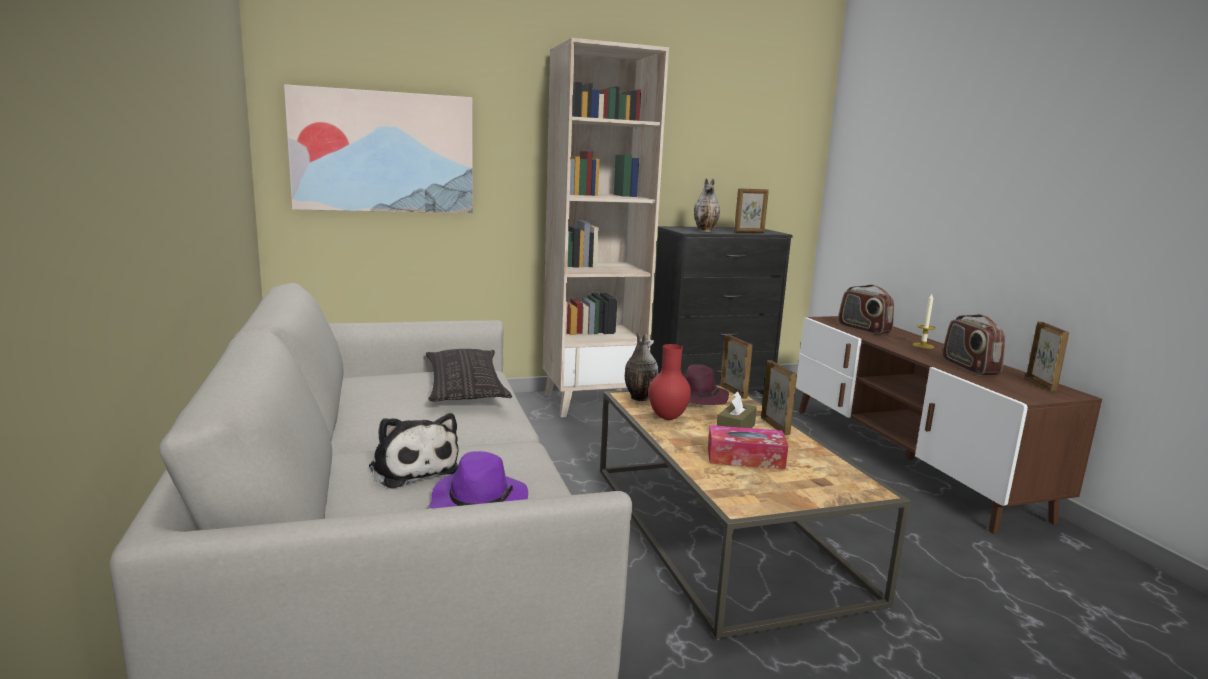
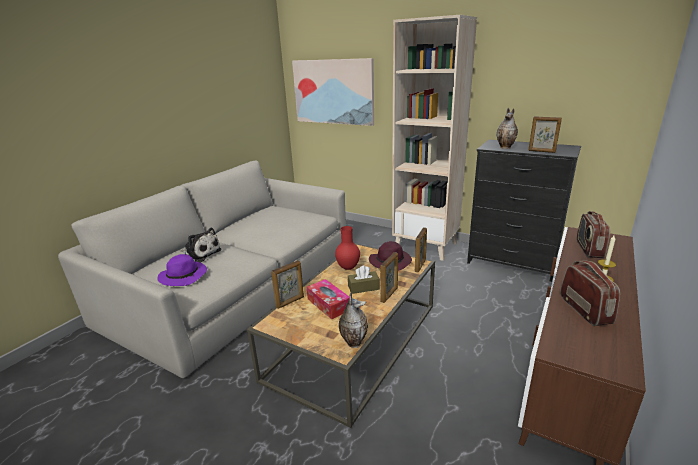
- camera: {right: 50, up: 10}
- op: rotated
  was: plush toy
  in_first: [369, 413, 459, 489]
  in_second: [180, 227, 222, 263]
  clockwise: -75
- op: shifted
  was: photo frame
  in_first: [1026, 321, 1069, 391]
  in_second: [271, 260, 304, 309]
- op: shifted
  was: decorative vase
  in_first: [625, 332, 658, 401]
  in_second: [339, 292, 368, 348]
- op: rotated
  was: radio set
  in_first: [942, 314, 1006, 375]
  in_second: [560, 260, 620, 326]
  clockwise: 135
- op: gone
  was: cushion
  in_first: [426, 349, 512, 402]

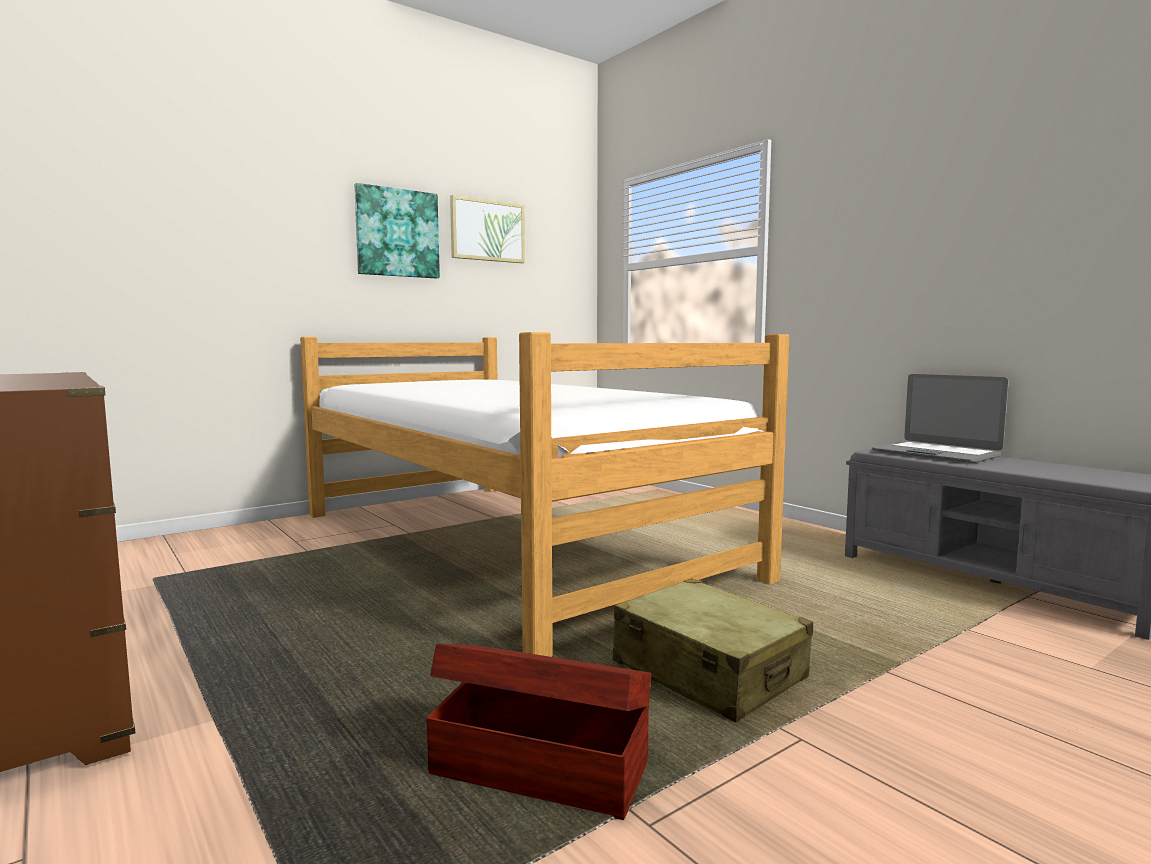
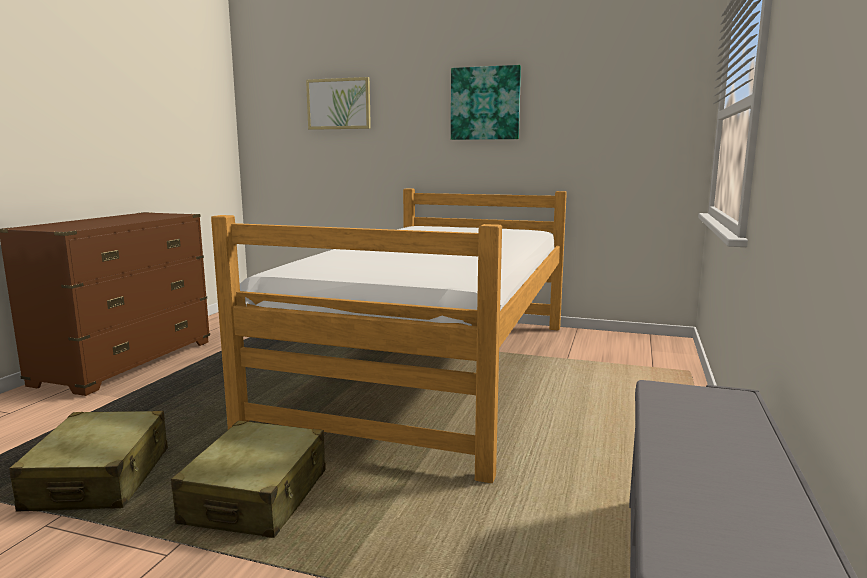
- camera: {right: 55, up: 5}
- op: swapped
  was: brown-coloured storage bin
  now: sand-coloured suitcase
  in_first: [426, 644, 651, 820]
  in_second: [9, 411, 168, 512]
- op: shifted
  was: wall art
  in_first: [450, 195, 525, 263]
  in_second: [306, 77, 371, 130]
- op: gone
  was: laptop
  in_first: [872, 374, 1009, 463]

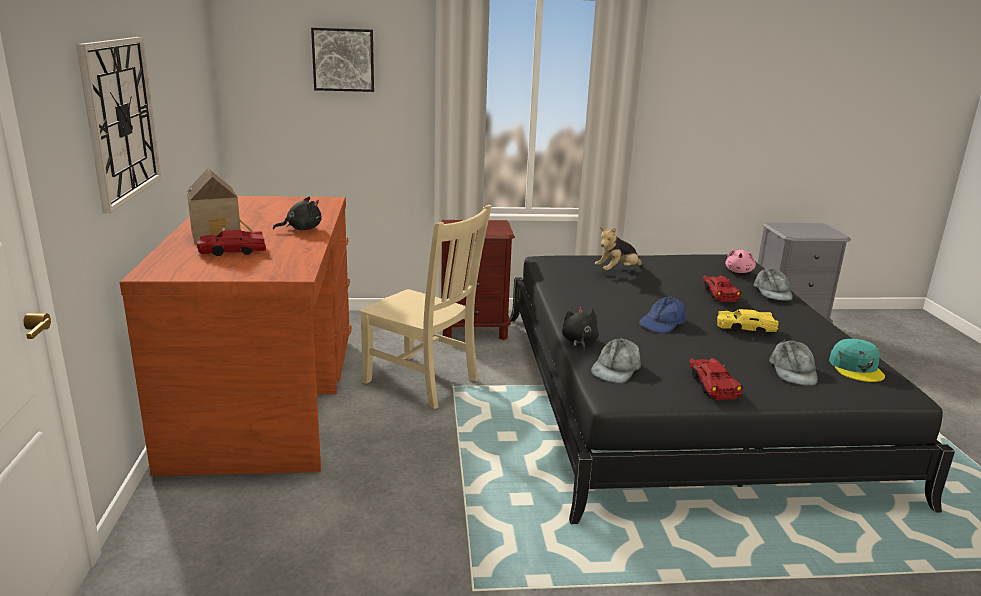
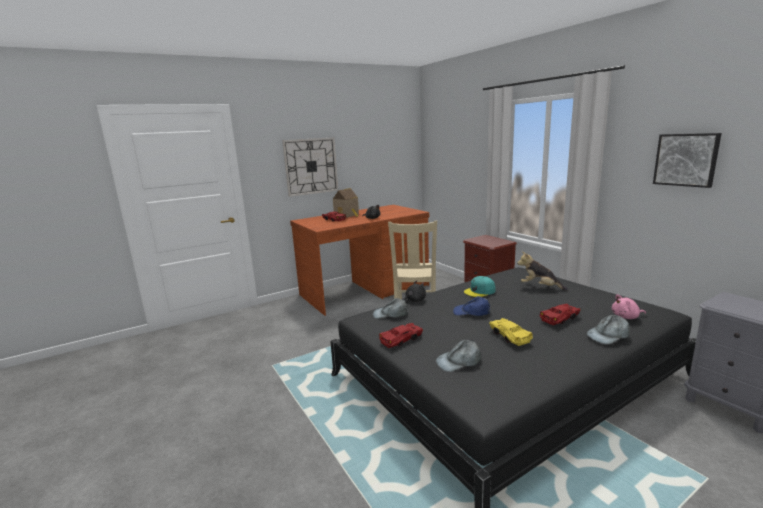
- camera: {right: 65, up: -5}
- op: shifted
  was: turquoise-coloured peaked cap
  in_first: [829, 339, 885, 382]
  in_second: [464, 276, 496, 297]
- op: shifted
  was: wall art
  in_first: [311, 27, 374, 92]
  in_second: [653, 133, 722, 188]

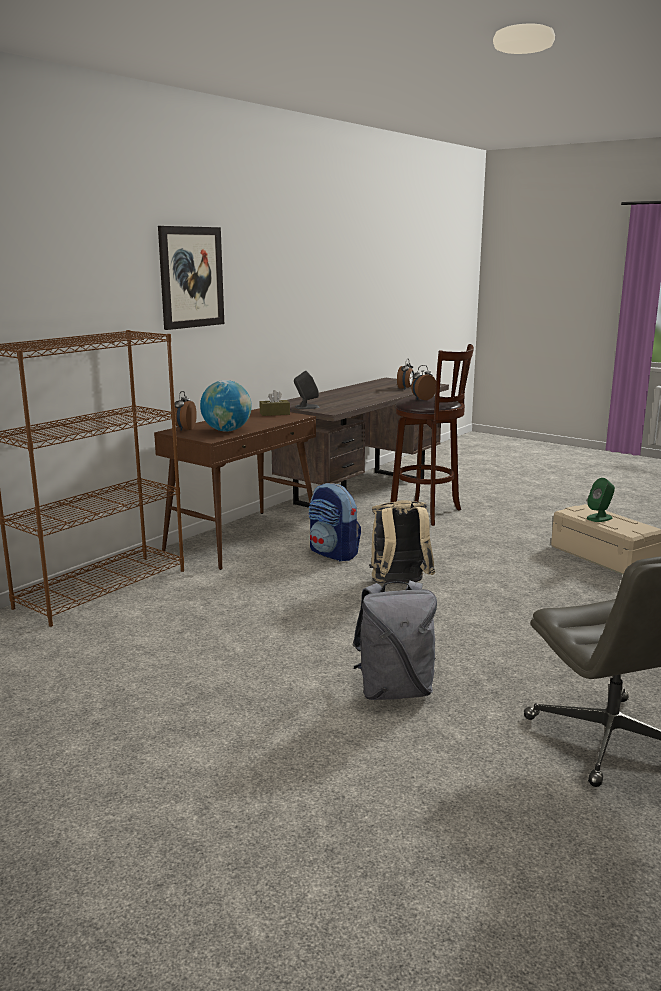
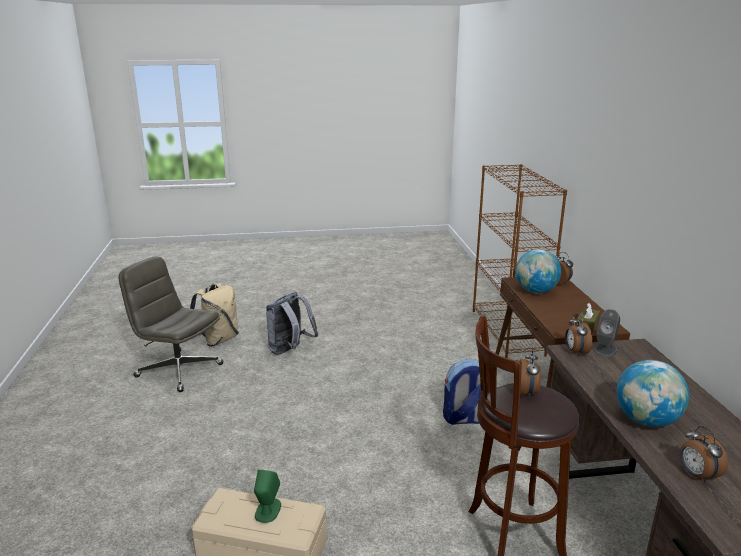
- camera: {right: 135, up: 5}
- op: shifted
  was: sand-coloured rucksack
  in_first: [369, 500, 435, 584]
  in_second: [190, 284, 239, 347]
- op: new
  now: bedside clock
  in_second: [565, 314, 592, 356]
- op: new
  now: desk globe
  in_second: [617, 360, 689, 427]
- op: gone
  was: wall art
  in_first: [158, 226, 224, 330]

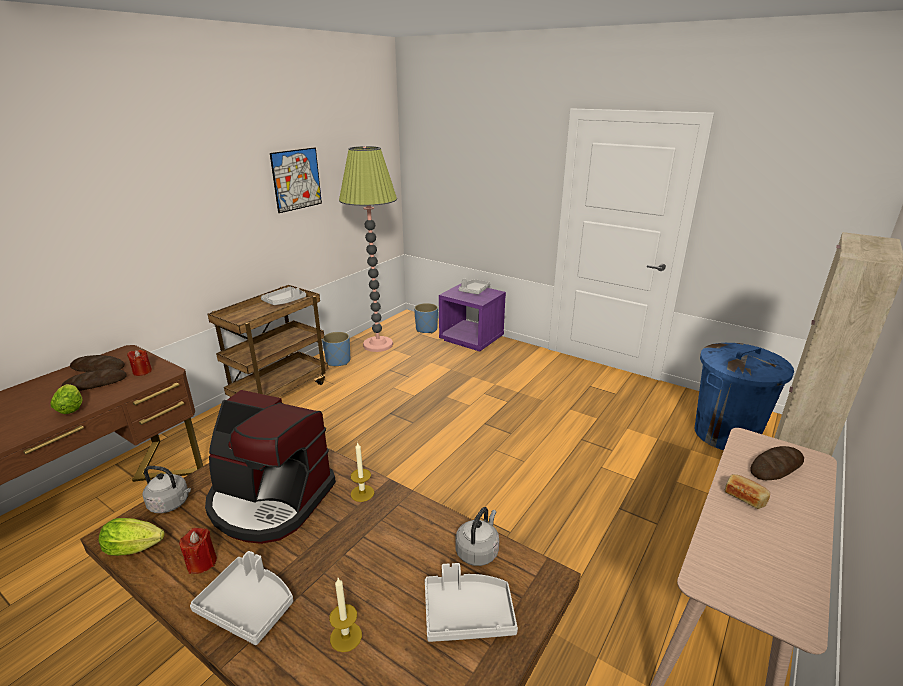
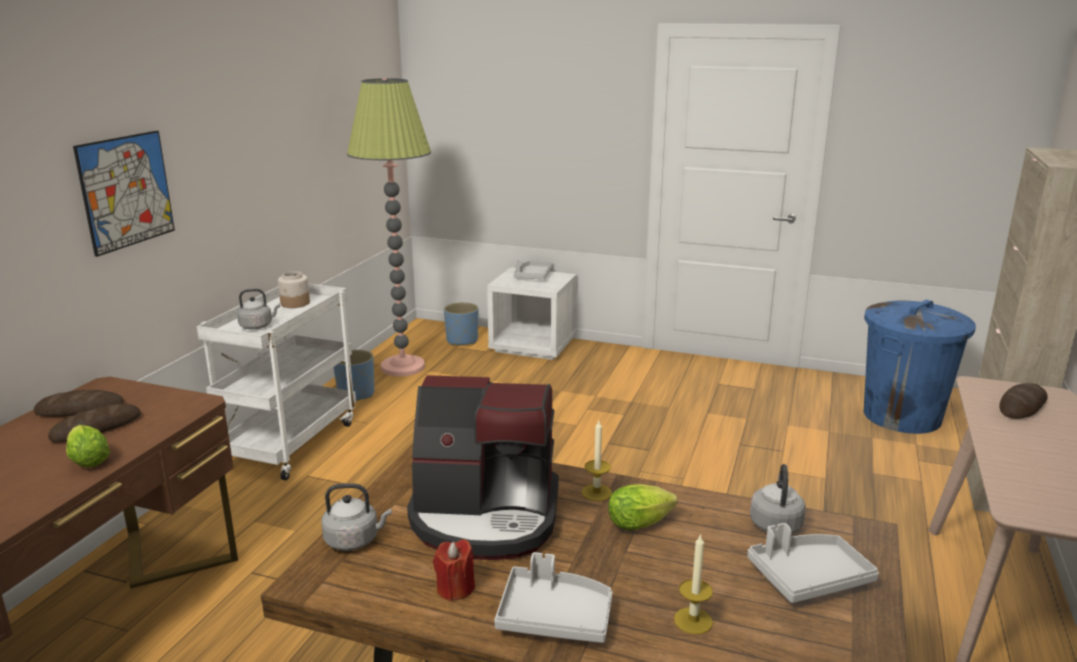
- camera: {right: -15, up: -5}
- op: shifted
  was: wall art
  in_first: [270, 147, 322, 213]
  in_second: [73, 131, 175, 257]
- op: repainted
  was: brown-coloured trolley
  now: white-coloured trolley
  in_first: [208, 285, 328, 397]
  in_second: [197, 283, 356, 480]
- op: new
  now: gray kettle
  in_second: [237, 289, 280, 329]
- op: swapped
  was: gray serving tray
  now: storage jar
  in_first: [261, 287, 306, 305]
  in_second: [278, 271, 310, 308]
- op: repainted
  was: purplish night table
  now: white-coloured night table
  in_first: [439, 284, 506, 351]
  in_second: [487, 267, 576, 360]
- op: shifted
  was: head of lettuce
  in_first: [99, 518, 165, 556]
  in_second: [608, 484, 678, 530]
- op: gone
  was: red wax light
  in_first: [127, 350, 152, 376]
- op: gone
  was: baked bread
  in_first: [725, 474, 770, 509]

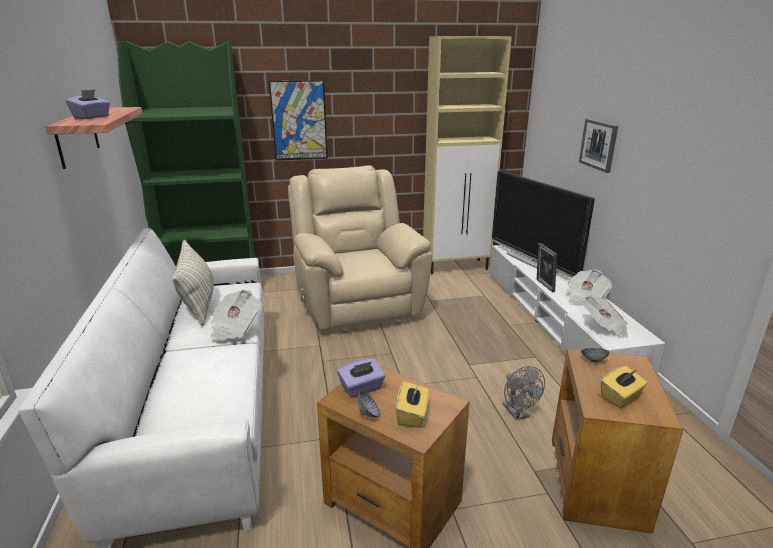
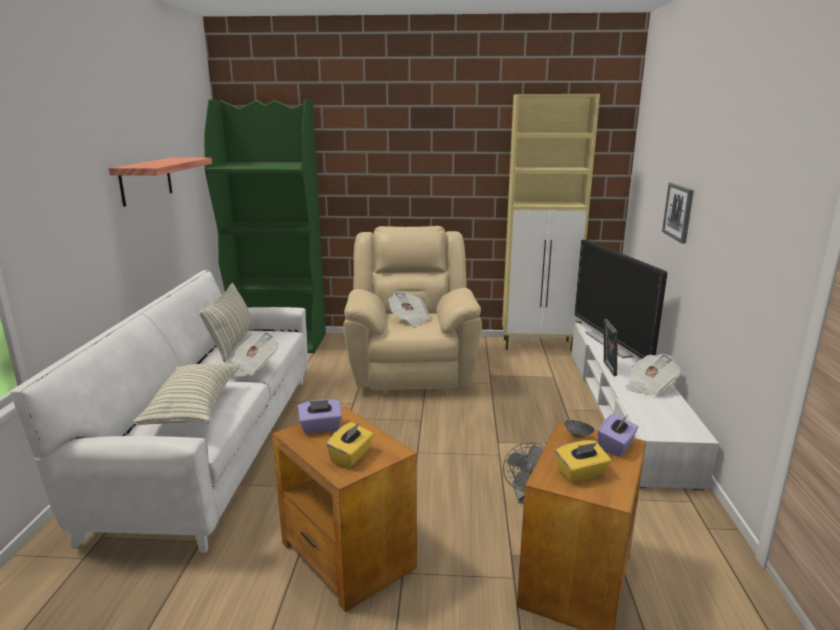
- camera: {right: 15, up: -5}
- op: new
  now: cushion
  in_second: [133, 363, 239, 425]
- op: shifted
  was: daily paper
  in_first: [585, 295, 628, 338]
  in_second: [388, 292, 431, 327]
- op: shifted
  was: purplish tissue box
  in_first: [66, 89, 110, 119]
  in_second: [597, 414, 638, 457]
- op: gone
  was: wall art
  in_first: [269, 80, 328, 161]
- op: gone
  was: serving bowl
  in_first: [358, 391, 381, 417]

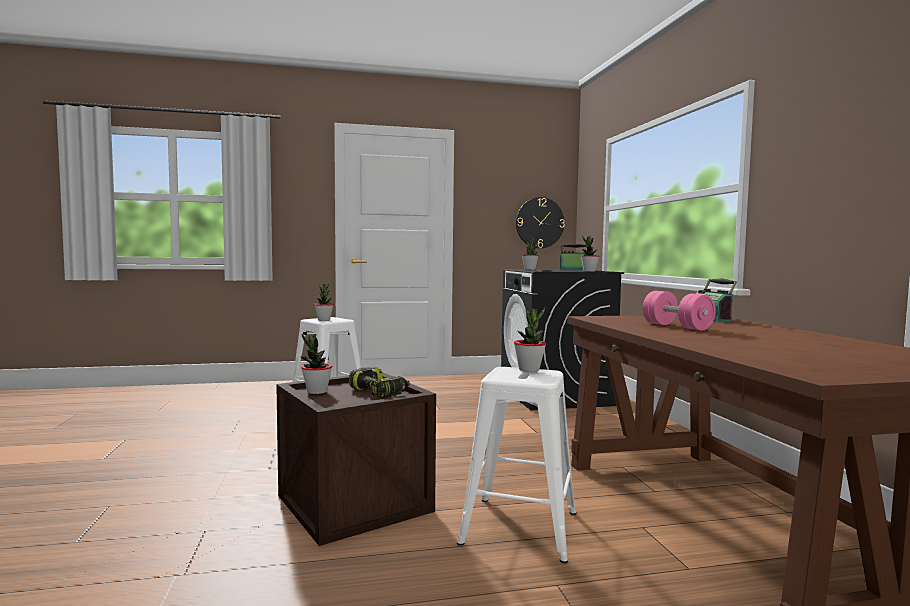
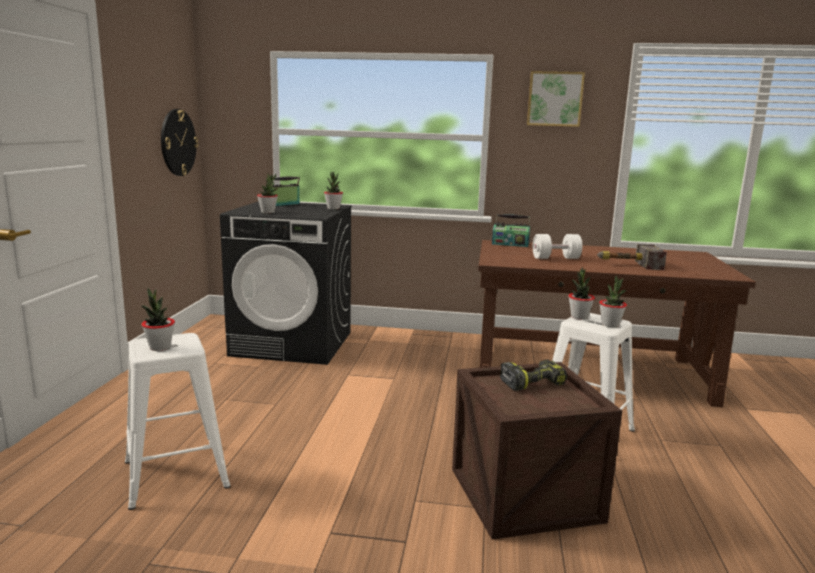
- camera: {right: -70, up: 10}
- op: new
  now: wall art
  in_second: [527, 71, 585, 127]
- op: repainted
  was: pinkish free weight
  now: white-coloured free weight
  in_first: [643, 291, 716, 331]
  in_second: [533, 234, 582, 259]
- op: new
  now: hammer
  in_second: [597, 244, 667, 270]
- op: shifted
  was: houseplant
  in_first: [300, 334, 332, 394]
  in_second: [599, 276, 627, 327]

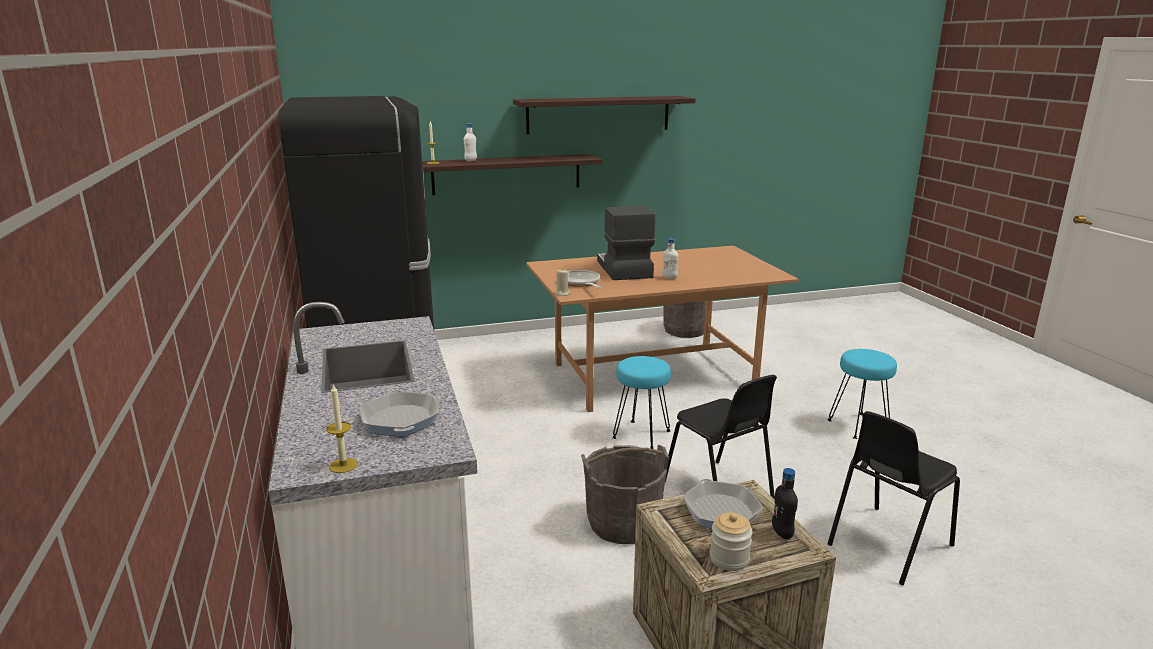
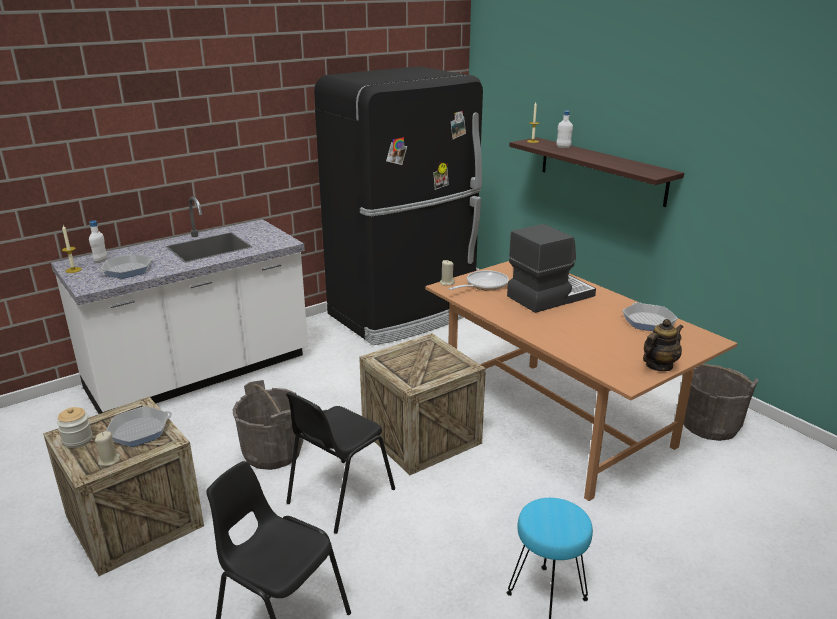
- camera: {right: 70, up: 5}
- op: shifted
  was: white-coloured drink bottle
  in_first: [662, 238, 679, 279]
  in_second: [89, 220, 108, 263]
- op: swapped
  was: blackish drink bottle
  now: sand-coloured wax light
  in_first: [772, 468, 798, 539]
  in_second: [95, 431, 120, 466]
- op: swapped
  was: turquoise-coloured stool
  now: shipping crate
  in_first: [612, 356, 671, 449]
  in_second: [359, 333, 486, 475]
- op: new
  now: skillet
  in_second: [622, 302, 678, 331]
- op: new
  now: tea pot
  in_second: [643, 319, 683, 371]
- op: gone
  was: wall shelf
  in_first: [513, 96, 696, 134]

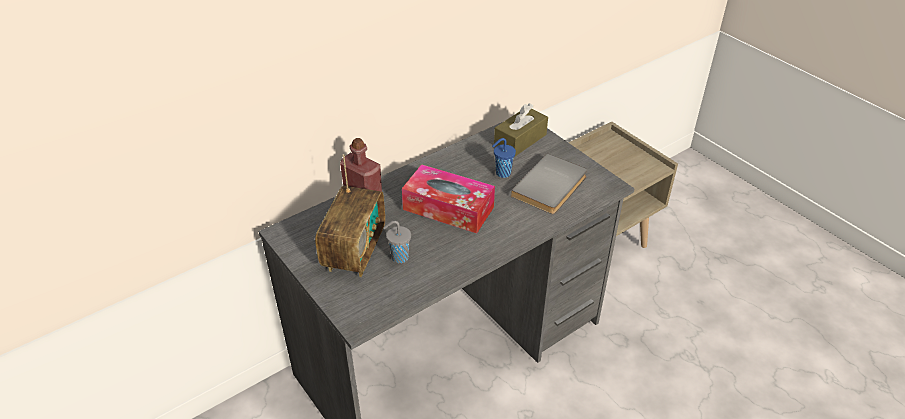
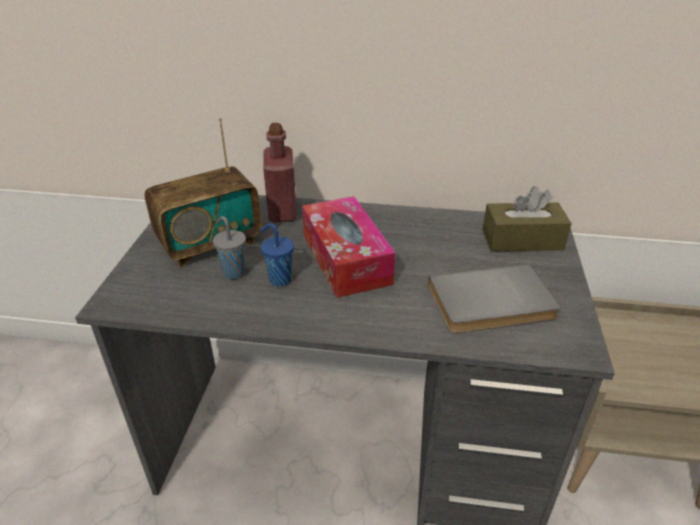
- camera: {right: 45, up: -5}
- op: shifted
  was: bluish small cup
  in_first: [492, 138, 516, 178]
  in_second: [260, 223, 294, 287]

